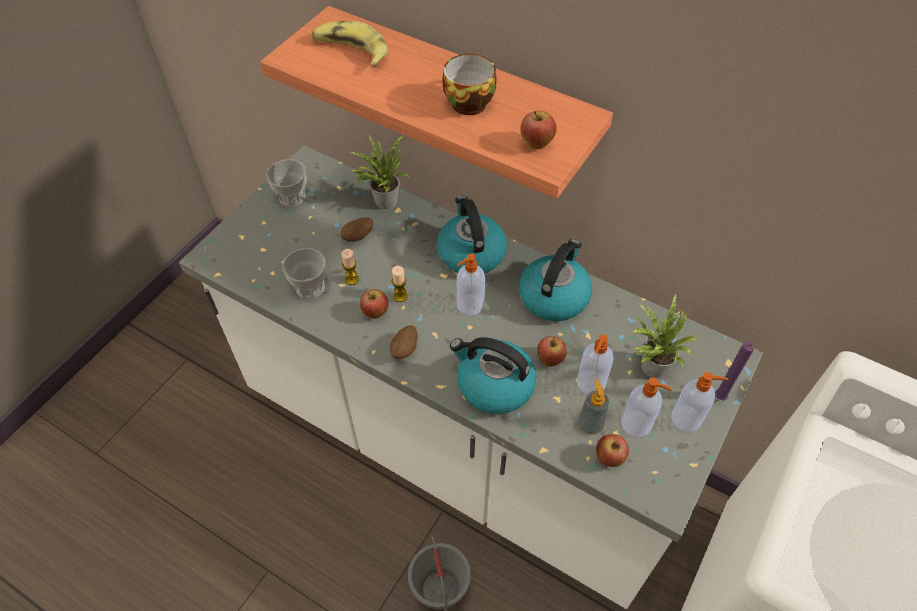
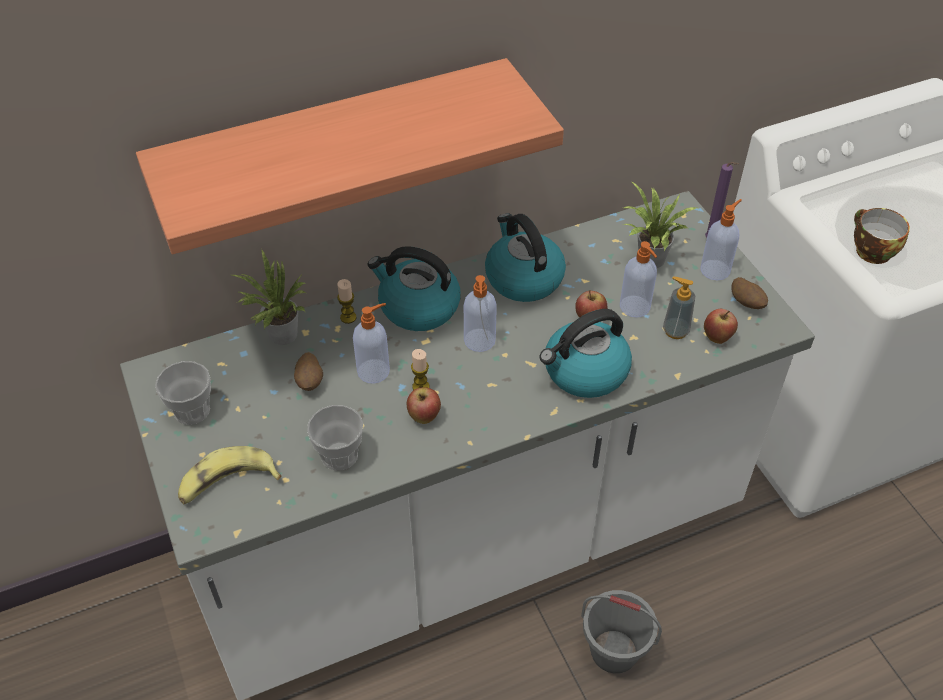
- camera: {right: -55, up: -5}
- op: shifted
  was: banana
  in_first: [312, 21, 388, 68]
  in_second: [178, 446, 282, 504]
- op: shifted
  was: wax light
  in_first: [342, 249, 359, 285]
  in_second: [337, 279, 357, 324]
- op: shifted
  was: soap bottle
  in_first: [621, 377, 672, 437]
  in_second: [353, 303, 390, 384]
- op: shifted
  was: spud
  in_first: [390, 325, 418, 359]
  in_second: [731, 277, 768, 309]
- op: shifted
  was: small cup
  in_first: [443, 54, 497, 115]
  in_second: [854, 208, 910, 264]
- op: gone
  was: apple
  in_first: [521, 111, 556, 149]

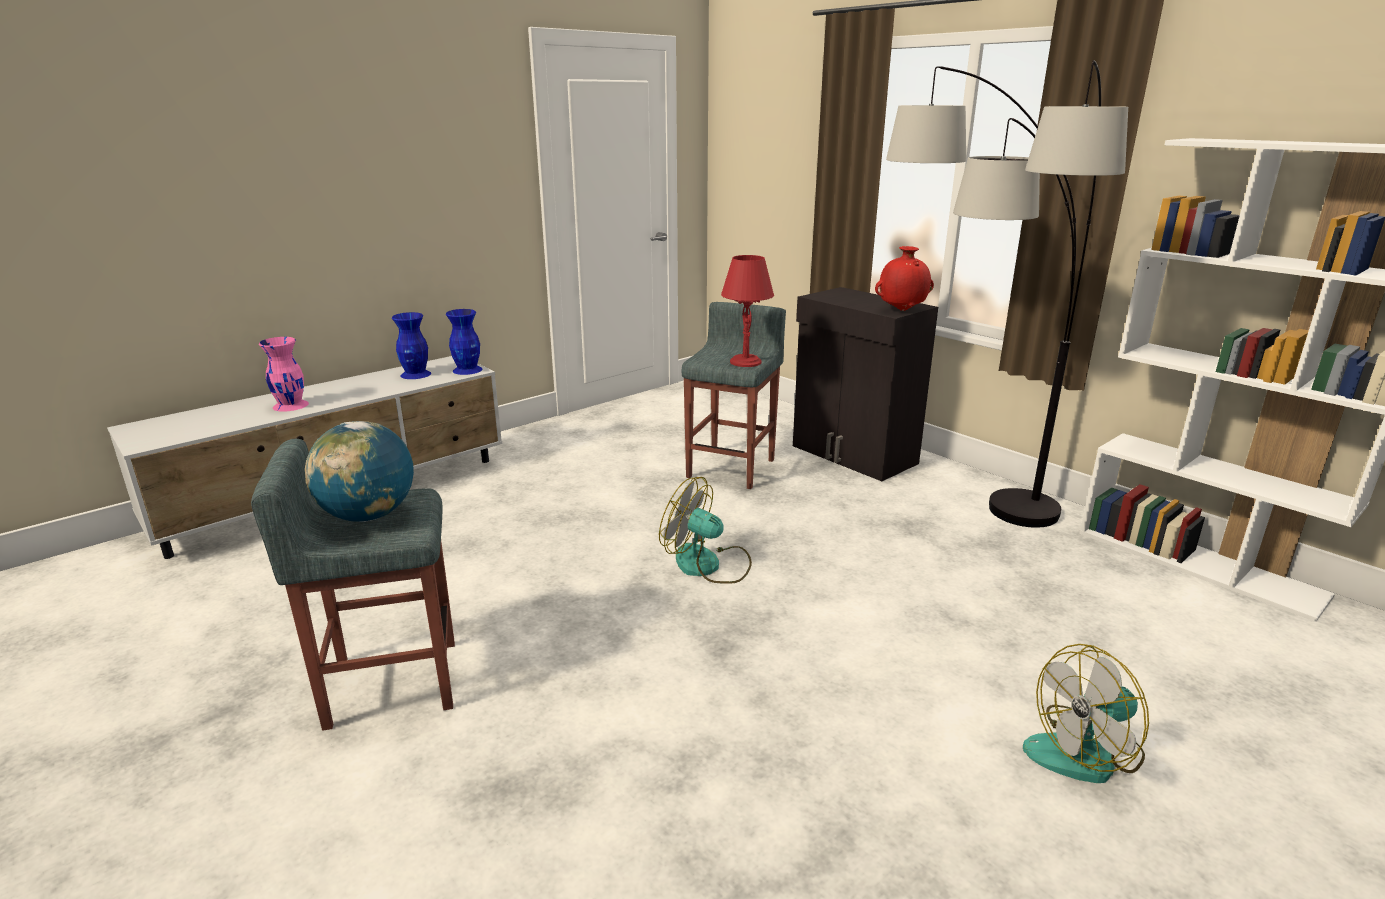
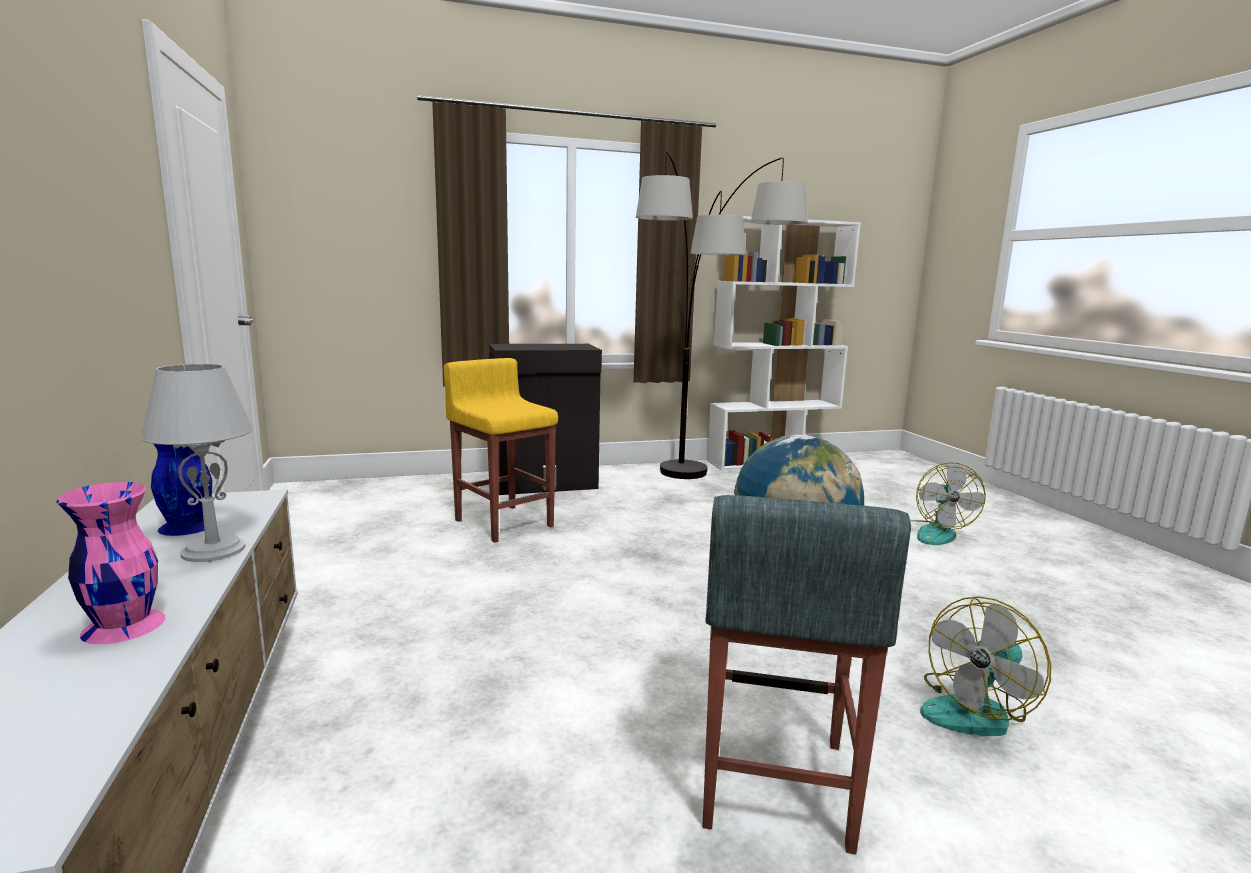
- camera: {right: -65, up: -10}
- op: new
  now: gray table lamp
  in_second: [141, 364, 253, 562]
- op: repainted
  was: gray stool
  now: yellowish stool
  in_first: [682, 302, 786, 489]
  in_second: [444, 358, 558, 543]
- op: shifted
  was: electric fan
  in_first: [659, 477, 752, 584]
  in_second: [920, 596, 1051, 736]
- op: gone
  was: bluish decorative vase
  in_first: [446, 309, 483, 375]
- op: gone
  was: red table lamp
  in_first: [721, 255, 774, 367]
- op: gone
  was: red decorative vase
  in_first: [875, 246, 934, 311]

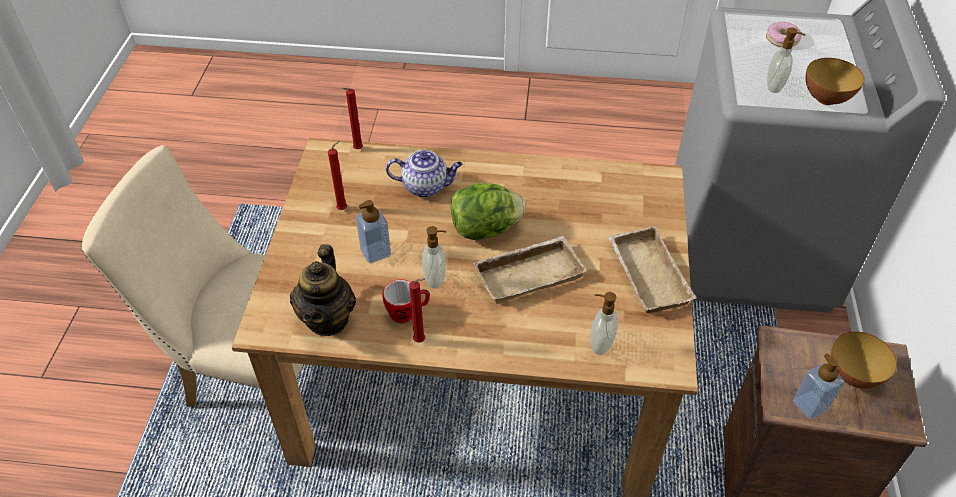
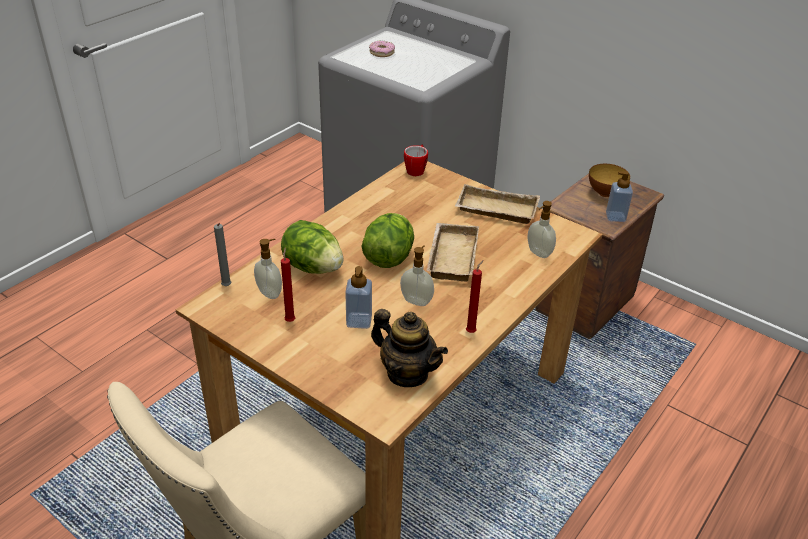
- camera: {right: -60, up: -10}
- op: repainted
  was: red wax light
  now: gray wax light
  in_first: [342, 88, 363, 149]
  in_second: [214, 223, 231, 286]
- op: shifted
  was: soap bottle
  in_first: [767, 27, 805, 93]
  in_second: [254, 239, 282, 299]
- op: swapped
  was: tea pot
  now: head of lettuce
  in_first: [386, 150, 463, 197]
  in_second: [281, 220, 344, 274]
- op: shifted
  was: coffee mug
  in_first: [382, 279, 430, 323]
  in_second: [404, 145, 428, 176]
- op: gone
  was: serving bowl
  in_first: [806, 58, 865, 105]

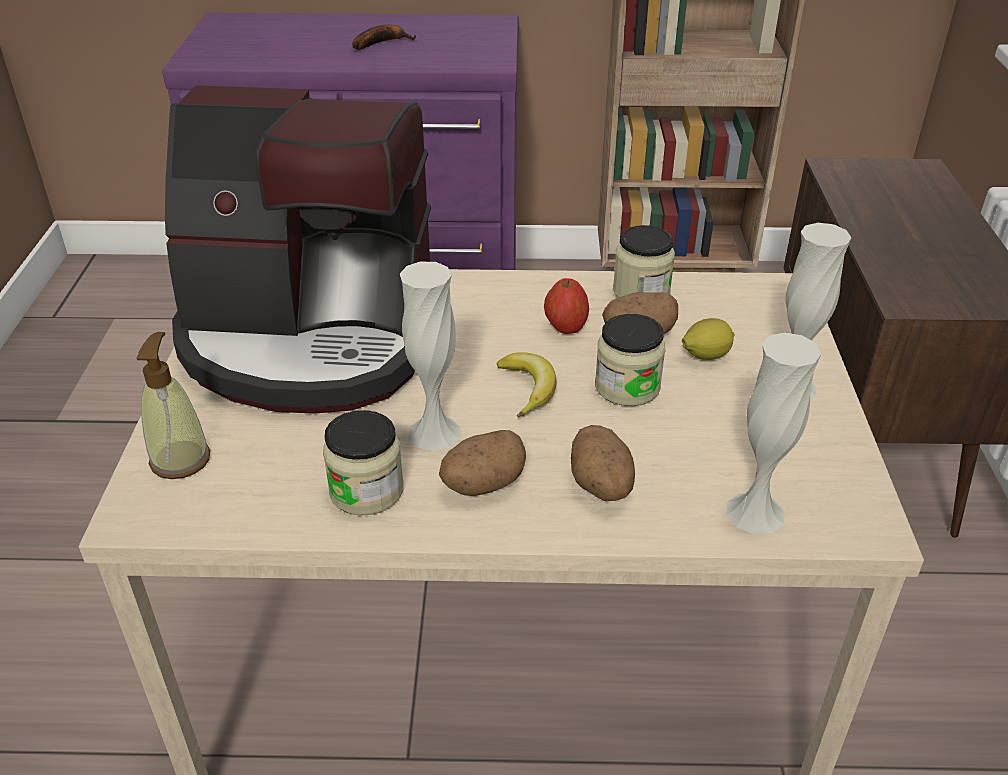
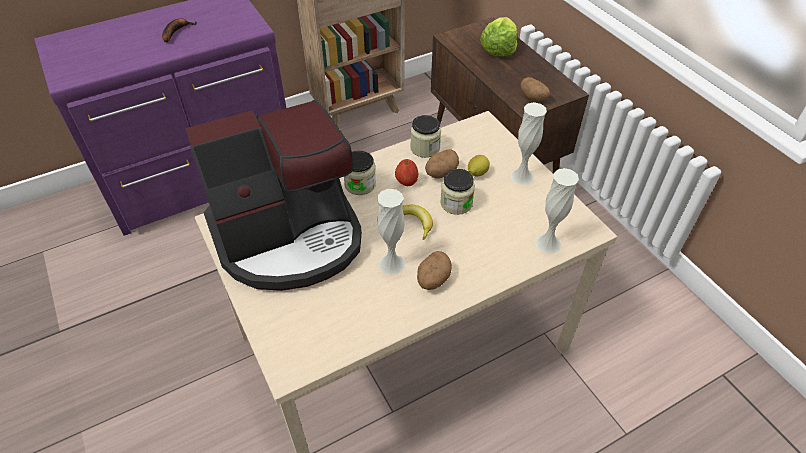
- camera: {right: -30, up: 10}
- op: shifted
  was: storage jar
  in_first: [323, 410, 404, 516]
  in_second: [344, 151, 376, 195]
- op: new
  now: head of lettuce
  in_second: [480, 17, 517, 56]
- op: shifted
  was: spud
  in_first: [571, 425, 635, 501]
  in_second: [521, 77, 550, 101]
- op: gone
  was: soap bottle
  in_first: [136, 332, 210, 479]

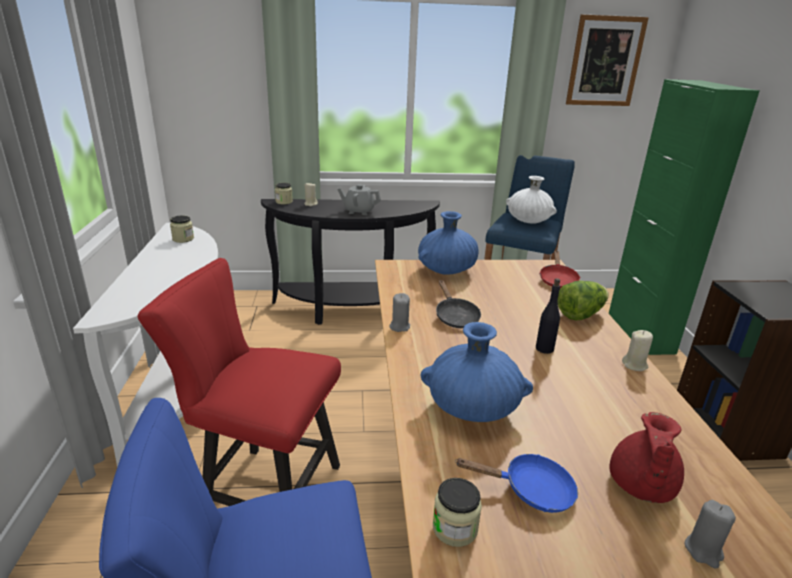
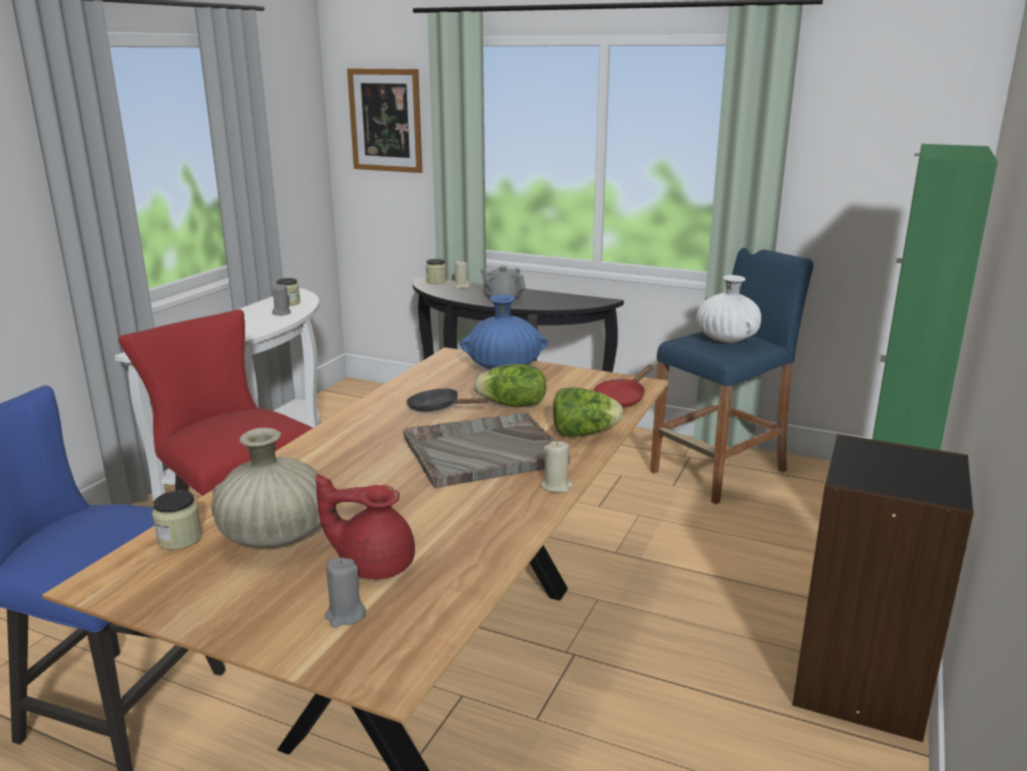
- camera: {right: 30, up: -5}
- op: swapped
  was: bluish skillet
  now: sand-coloured decorative vase
  in_first: [455, 454, 578, 513]
  in_second: [211, 428, 321, 548]
- op: shifted
  was: gray wax light
  in_first: [390, 293, 410, 332]
  in_second: [272, 284, 291, 316]
- op: rotated
  was: red tea pot
  in_first: [609, 412, 684, 503]
  in_second: [316, 474, 415, 579]
  clockwise: 45
- op: shifted
  was: wall art
  in_first: [566, 14, 649, 106]
  in_second: [347, 68, 422, 173]
- op: swapped
  was: blackish drink bottle
  now: gray serving tray
  in_first: [536, 278, 560, 354]
  in_second: [403, 412, 570, 488]
- op: rotated
  was: blackish skillet
  in_first: [436, 280, 481, 328]
  in_second: [406, 388, 489, 412]
  clockwise: 105
- op: new
  now: head of lettuce
  in_second: [474, 364, 546, 407]
- op: gone
  was: bluish decorative vase
  in_first: [421, 322, 533, 422]

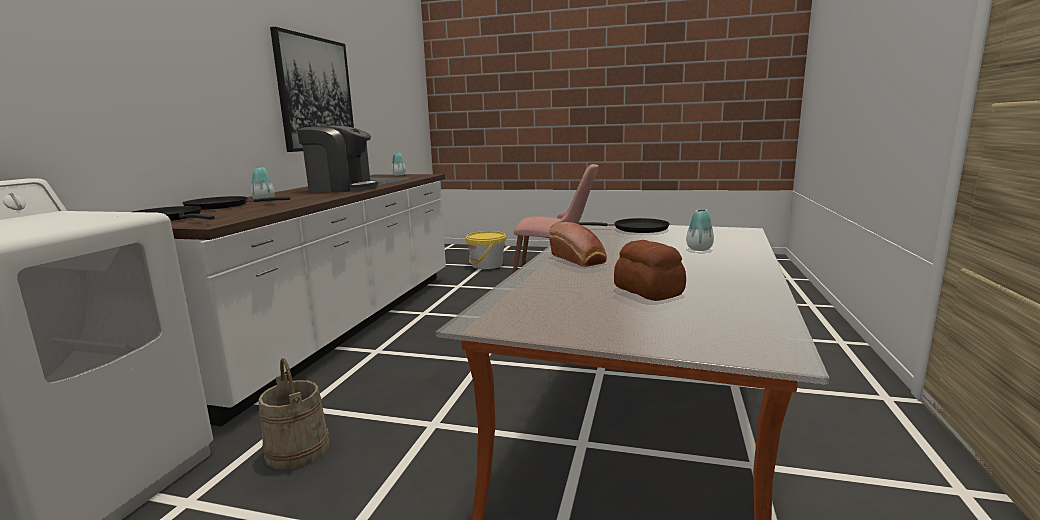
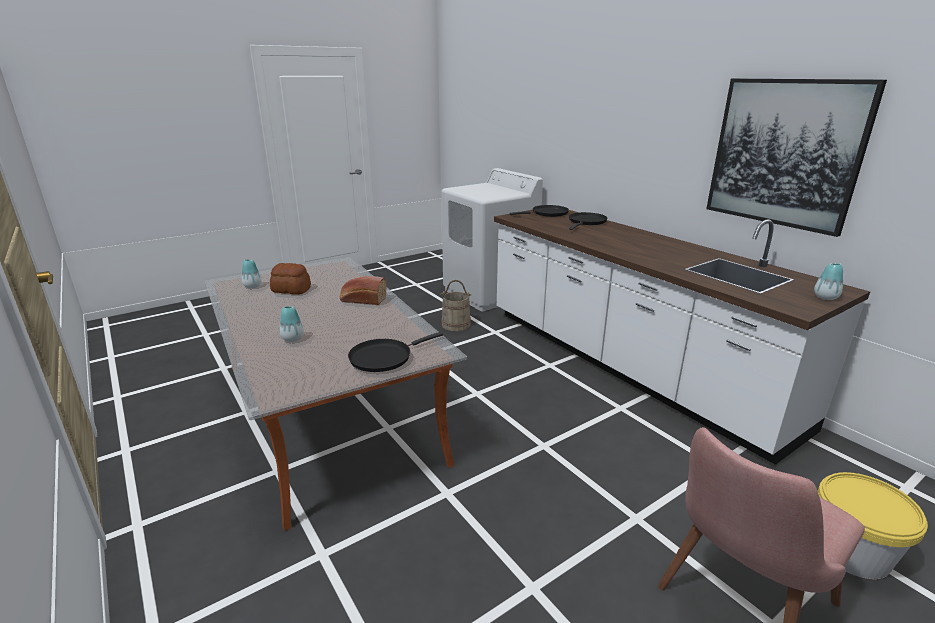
- camera: {right: 130, up: 10}
- op: shifted
  was: decorative vase
  in_first: [251, 167, 275, 199]
  in_second: [241, 259, 262, 288]
- op: gone
  was: coffee machine
  in_first: [297, 126, 378, 192]

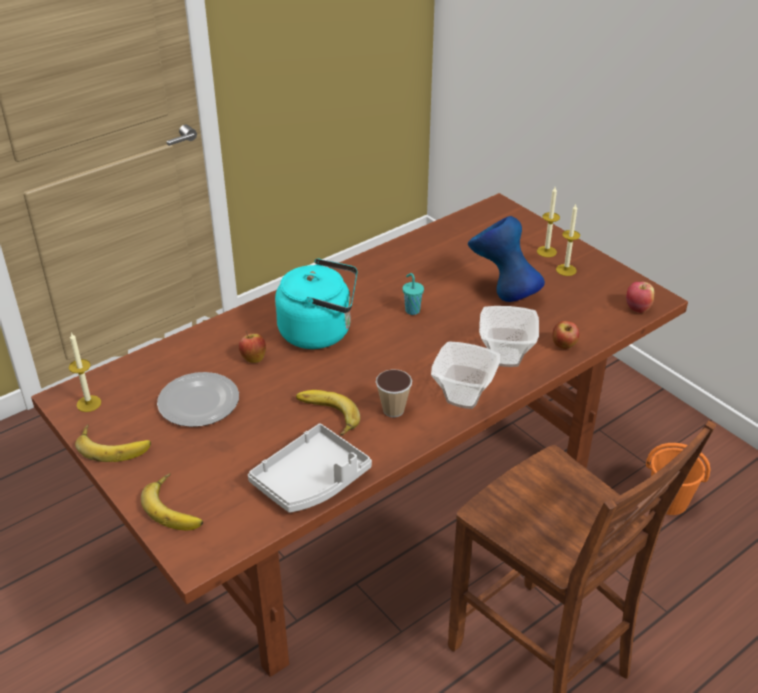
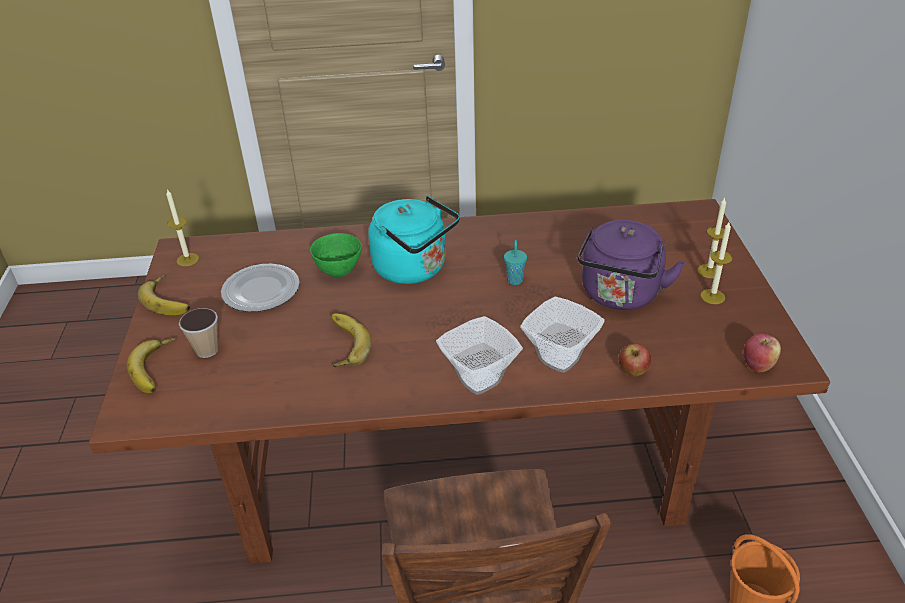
- camera: {right: 35, up: 0}
- op: shifted
  was: small cup
  in_first: [376, 369, 412, 418]
  in_second: [179, 308, 218, 358]
- op: swapped
  was: apple
  now: green serving bowl
  in_first: [239, 331, 266, 363]
  in_second: [310, 233, 362, 277]
- op: swapped
  was: bluish decorative vase
  now: purplish kettle
  in_first: [468, 216, 545, 302]
  in_second: [578, 220, 685, 310]
- op: gone
  was: gray serving tray
  in_first: [248, 424, 372, 513]

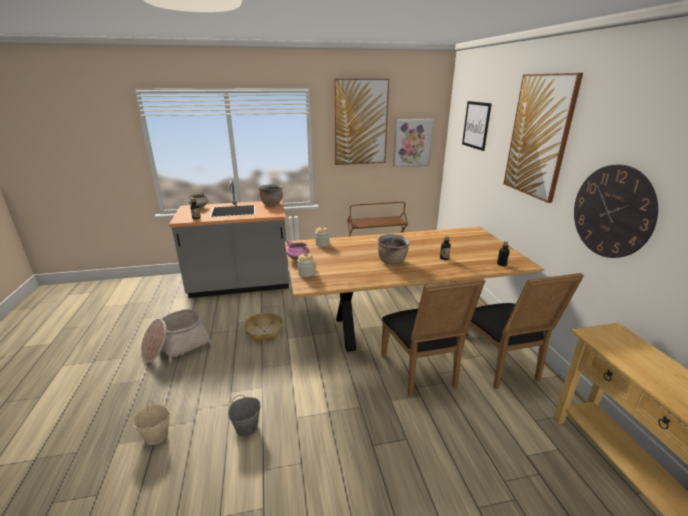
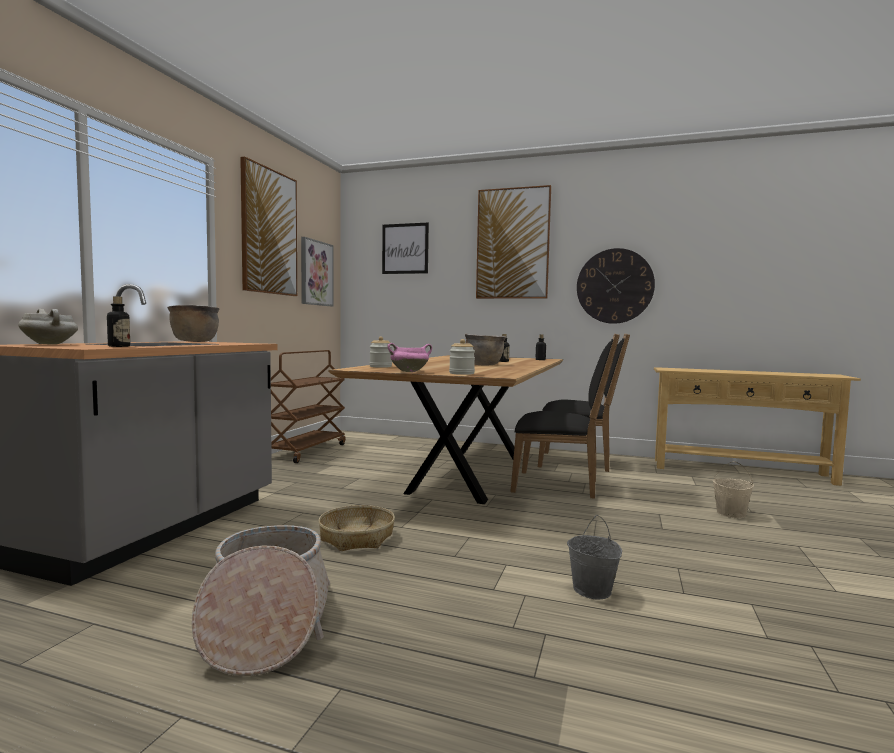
- camera: {right: -60, up: -20}
- op: shifted
  was: sand-coloured water bucket
  in_first: [132, 400, 170, 445]
  in_second: [713, 461, 754, 518]

